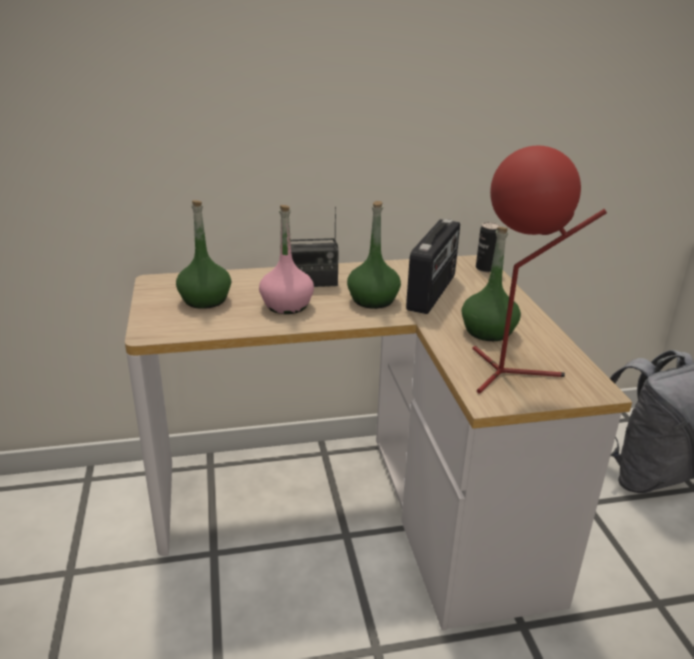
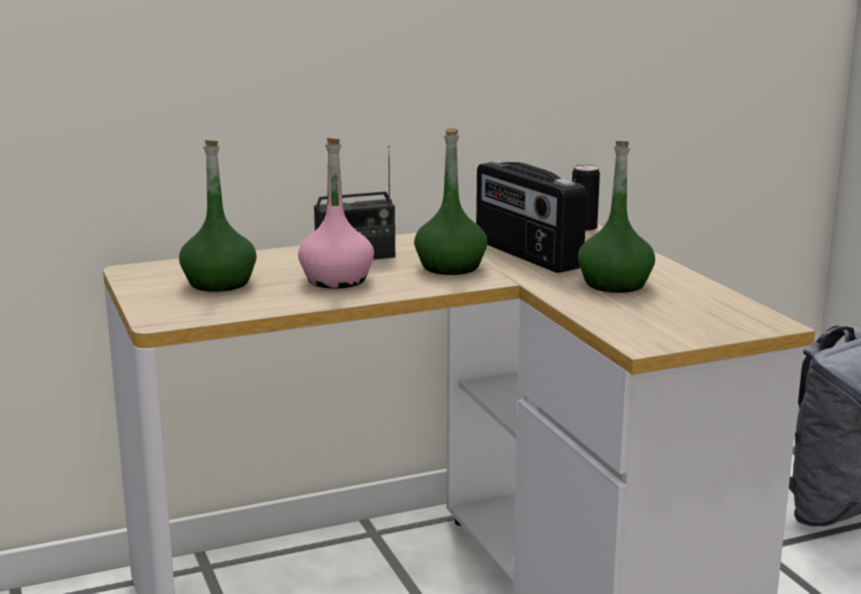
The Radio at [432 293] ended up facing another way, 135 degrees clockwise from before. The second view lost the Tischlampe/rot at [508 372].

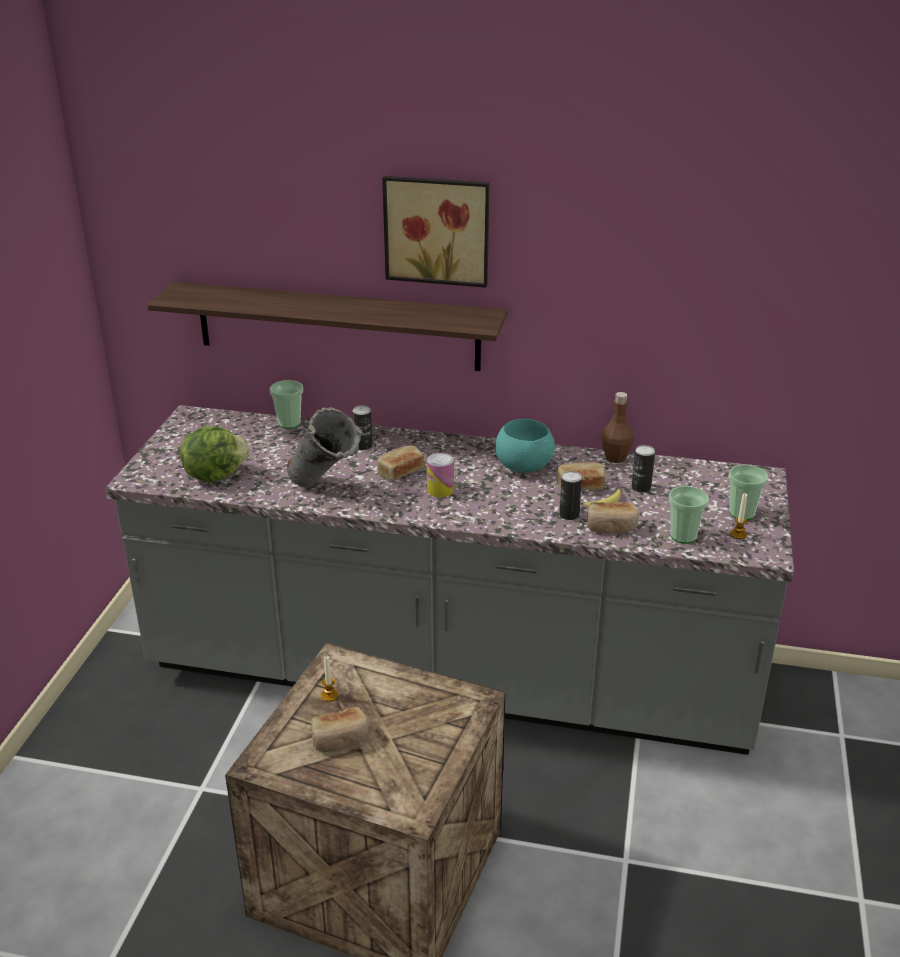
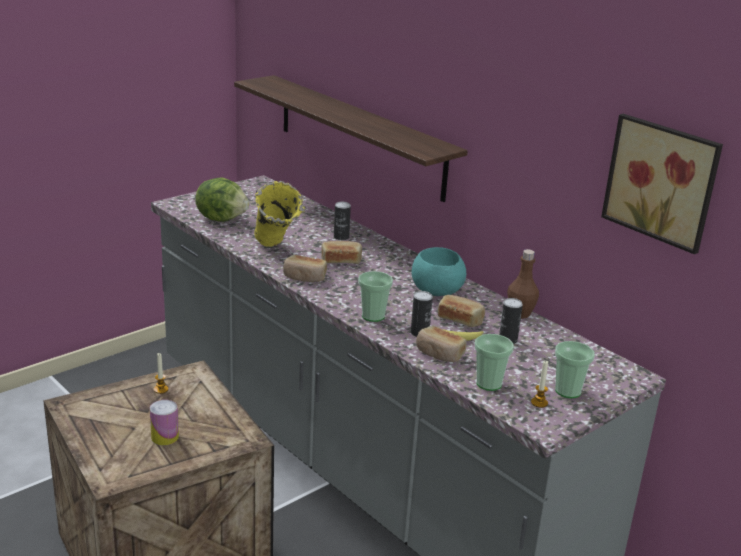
The Tasse ended up elsewhere, having gone from [289 423] to [373 316]. What was the Vase/grau at [326 490] turned into the Vase/gelb at [275 252]. The Brot ended up elsewhere, having gone from [340 739] to [305 277]. The Bild ended up elsewhere, having gone from [437 229] to [663 181]. The Dose ended up elsewhere, having gone from [440 490] to [165 437].

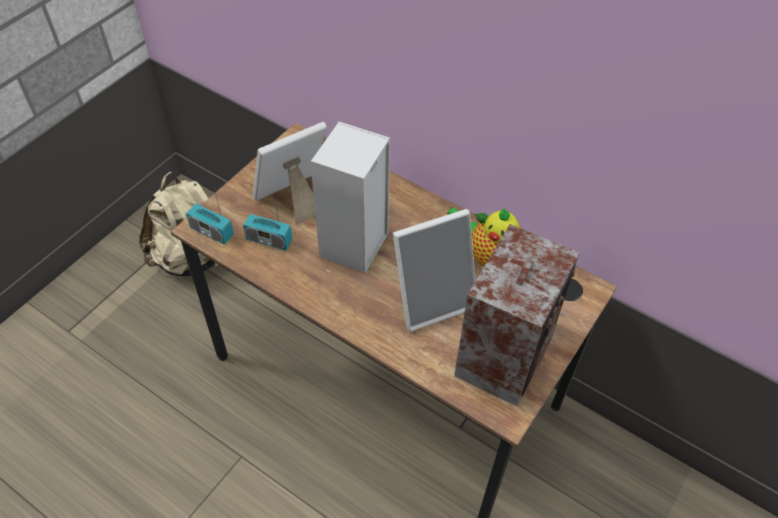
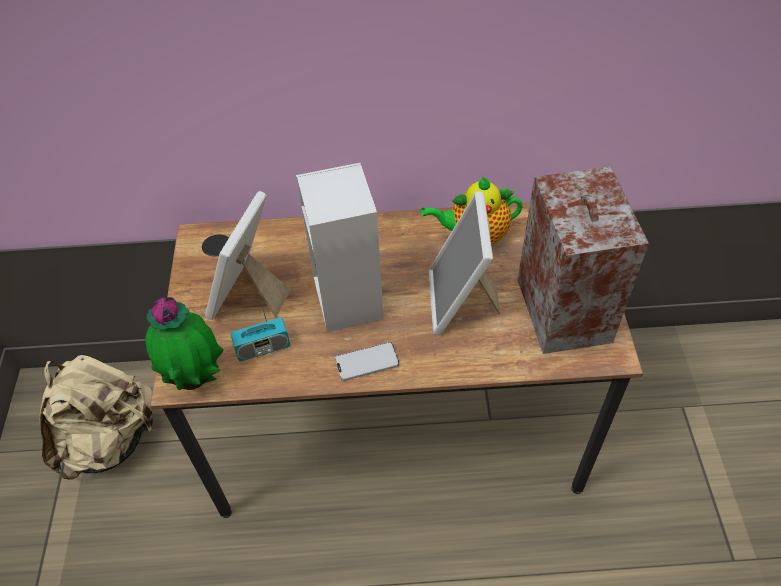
Where the Radio stood at [212 232], the Topfpflanze came to stand at [196 377]. The Bilderrahmen at [432 299] ended up facing another way, 150 degrees clockwise from before. The second view gained the Handy at [367 362].

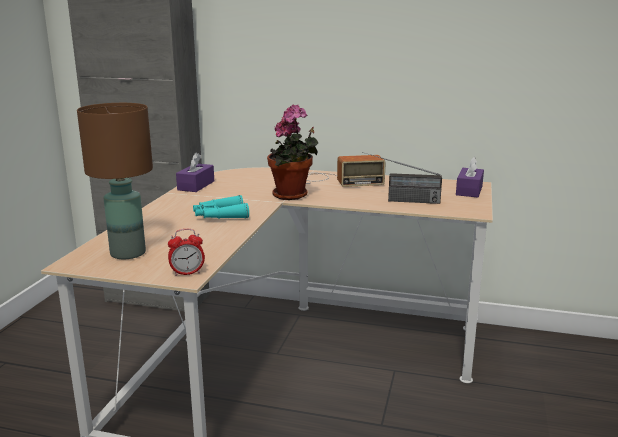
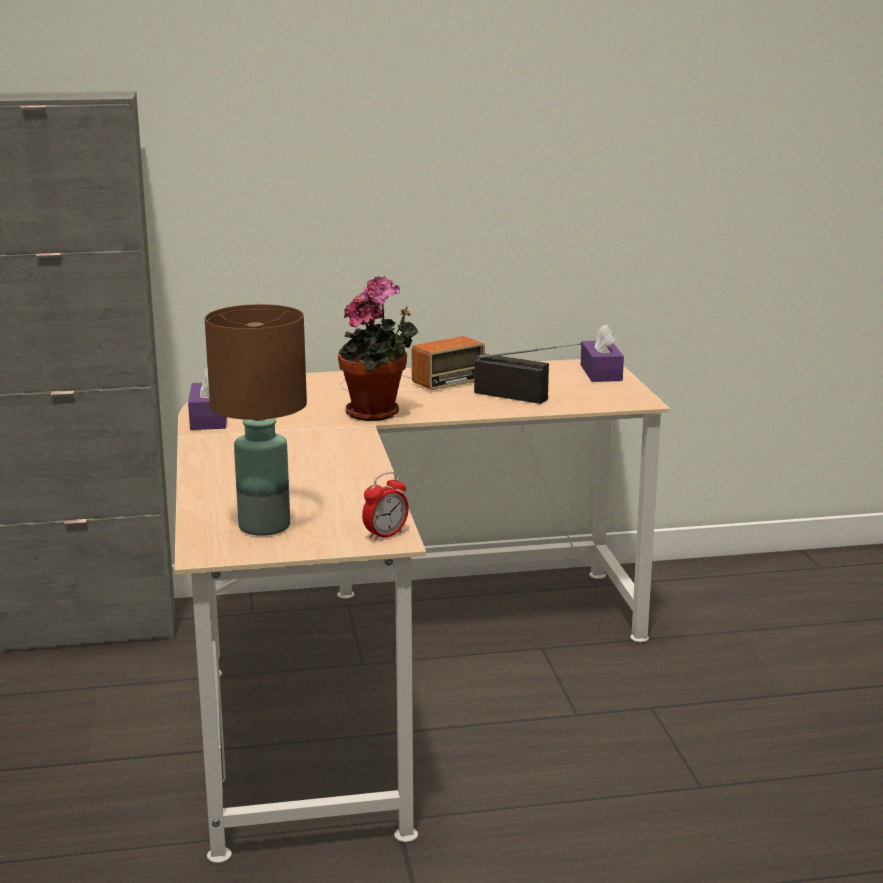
The second view lost the Fernglas/türkis at [220 216]. The Radio at [399 200] ended up facing another way, 135 degrees counterclockwise from before.

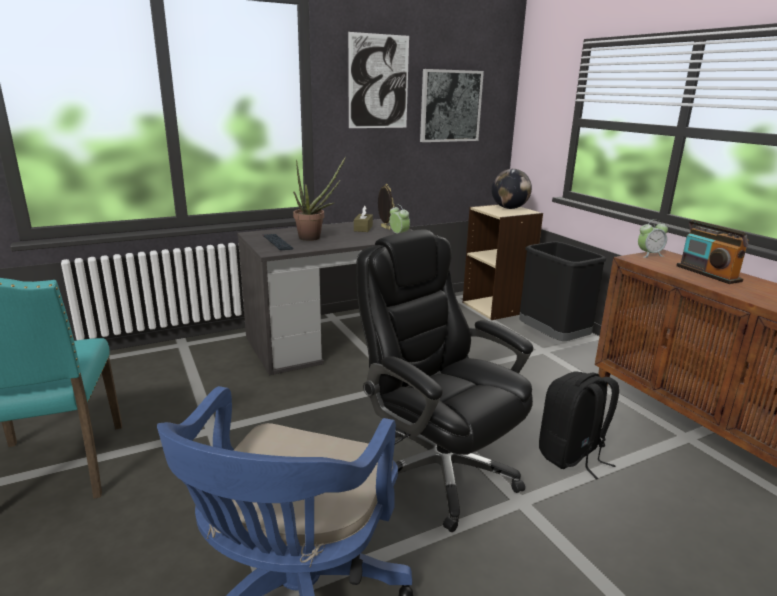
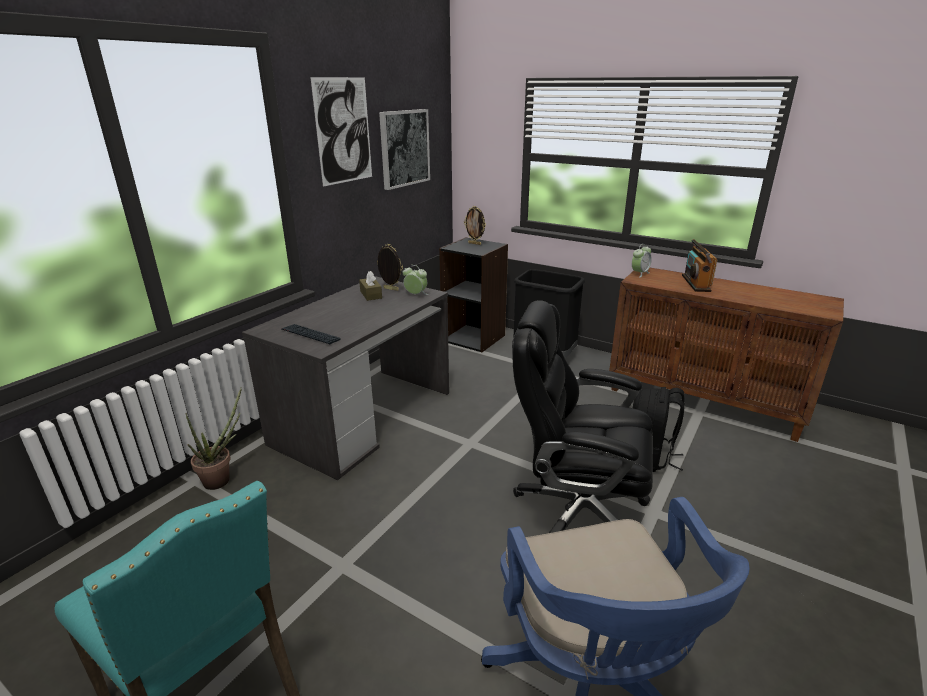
The Topfpflanze ended up elsewhere, having gone from [314 237] to [222 479]. What was the Bücherregal/beige at [496 307] turned into the Bücherregal/schwarz at [474 338]. Where the Globus stood at [509 208], the Bilderrahmen came to stand at [475 243]. The Radio at [708 273] ended up facing another way, 60 degrees clockwise from before.

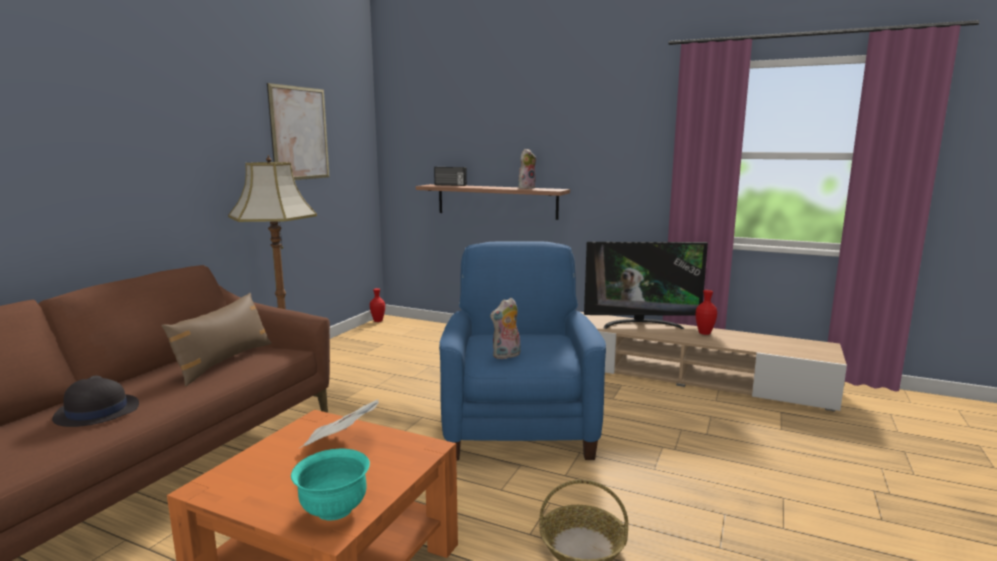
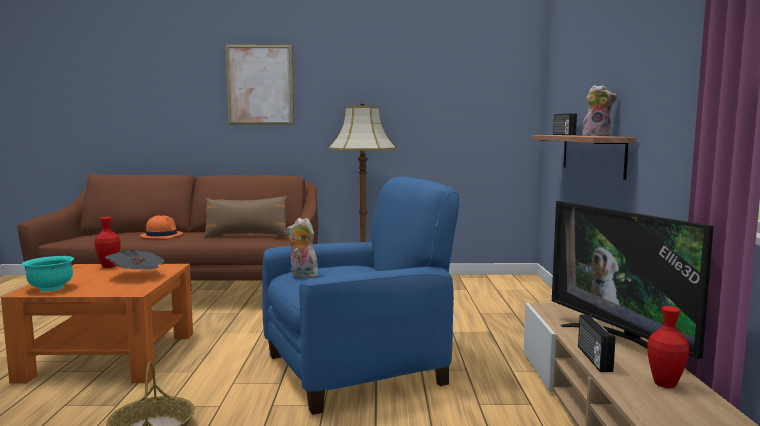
What was the Hut/schwarz at [96 412] turned into the Hut/orange at [161 235]. The Bild ended up elsewhere, having gone from [299 133] to [260 85]. The Vase/rot ended up elsewhere, having gone from [378 321] to [109 266]. The second view gained the Radio at [593 358].

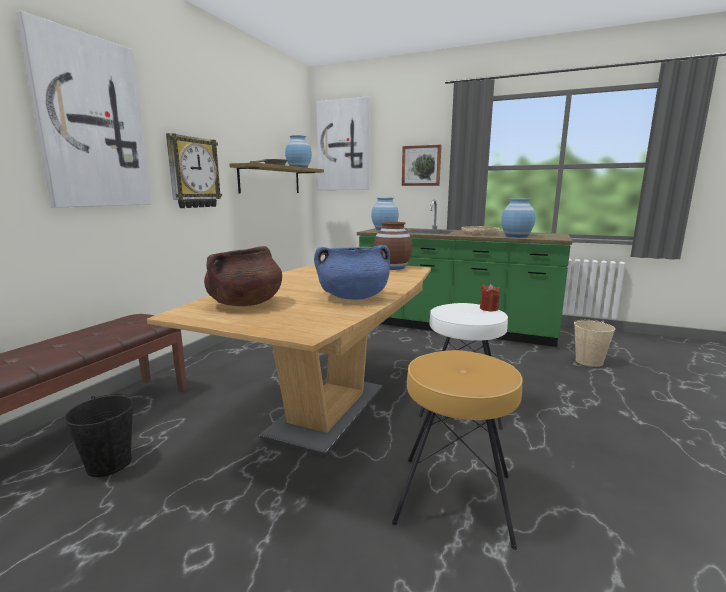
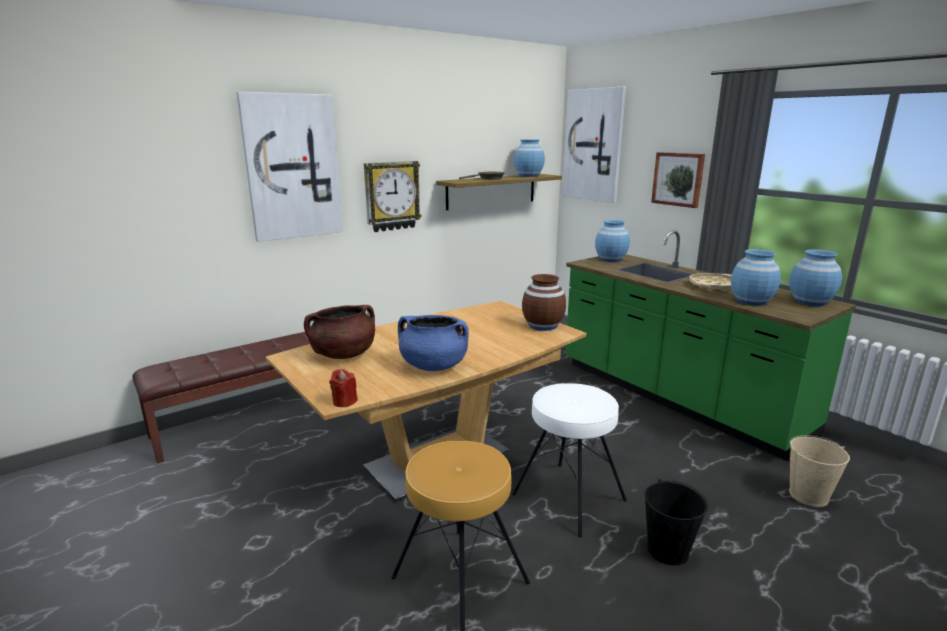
The Eimer/schwarz ended up elsewhere, having gone from [108 464] to [667 550]. The Kerze/rot ended up elsewhere, having gone from [488 309] to [344 401]. The second view gained the Vase/blau at [810 301].

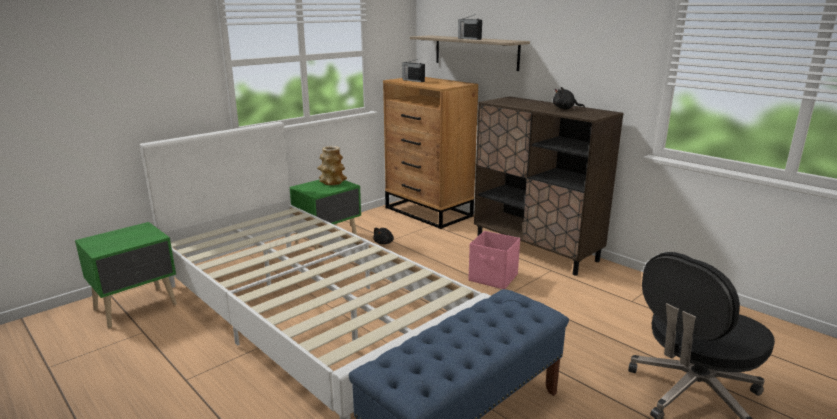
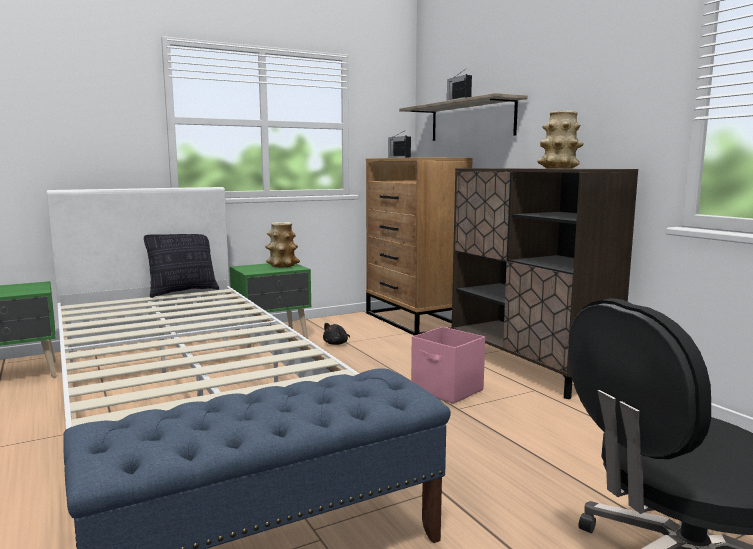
Where the Plüschtier/schwarz stood at [565 109], the Vase came to stand at [559 168]. The second view gained the Kissen at [183 292].

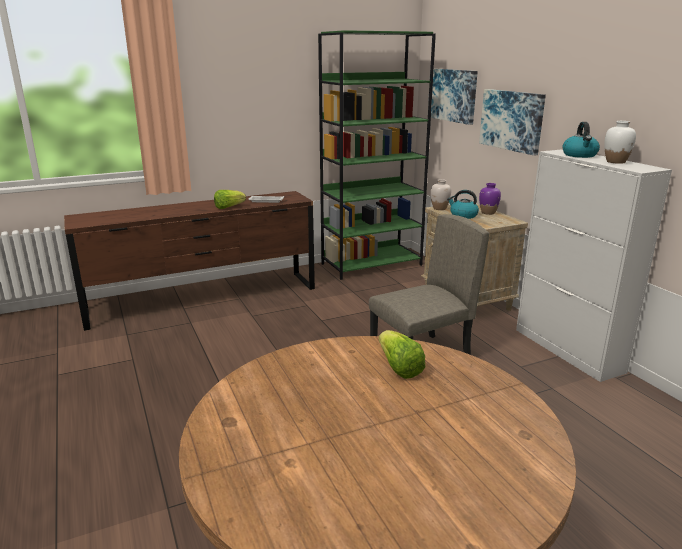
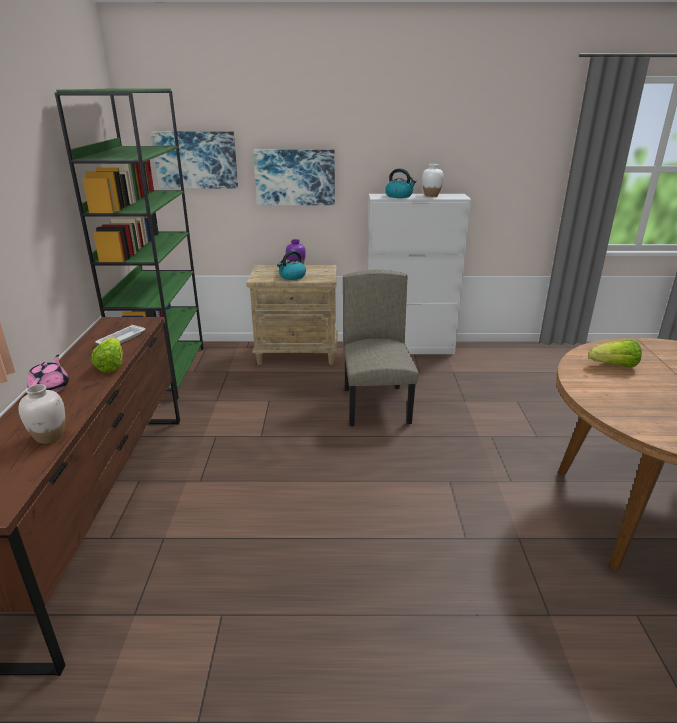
The Vase/weiß ended up elsewhere, having gone from [439 208] to [50 437]. The second view gained the Teekanne/rosa at [51 388].

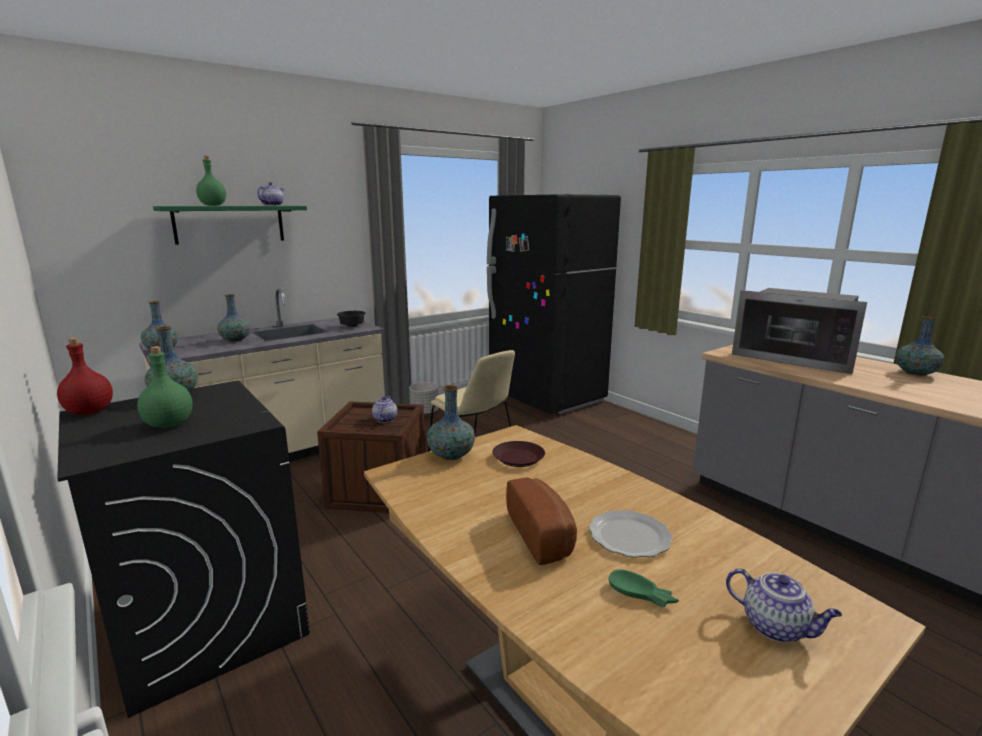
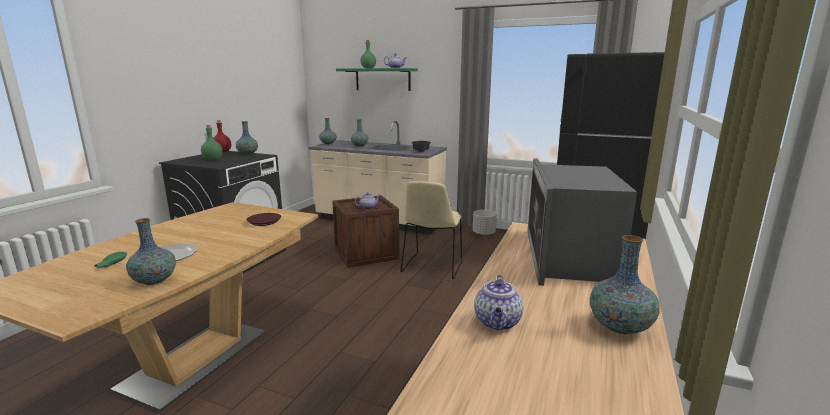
The Vase ended up elsewhere, having gone from [451 455] to [154 281]. The second view lost the Brot at [543 534]. The Teekanne ended up elsewhere, having gone from [776 627] to [498 323].

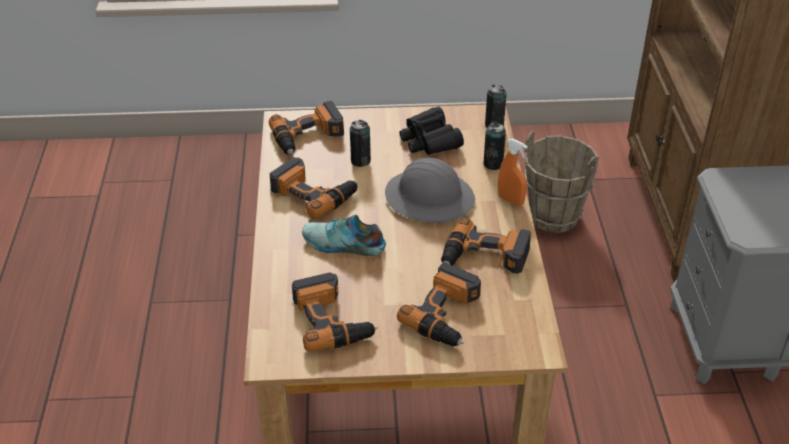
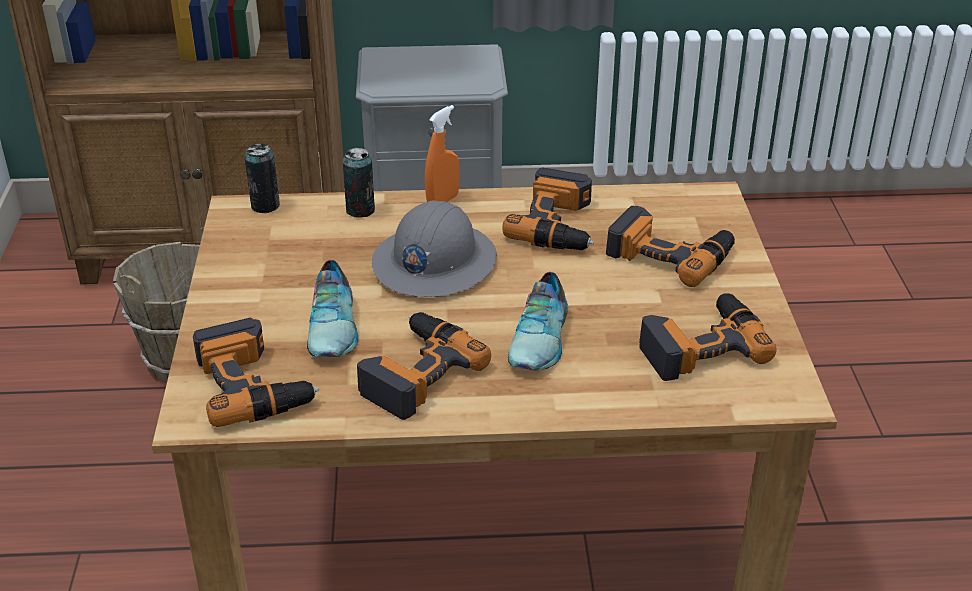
Where the Dose stood at [360 161], the Schuh came to stand at [334 326]. The second view lost the Fernglas/schwarz at [429 140].

